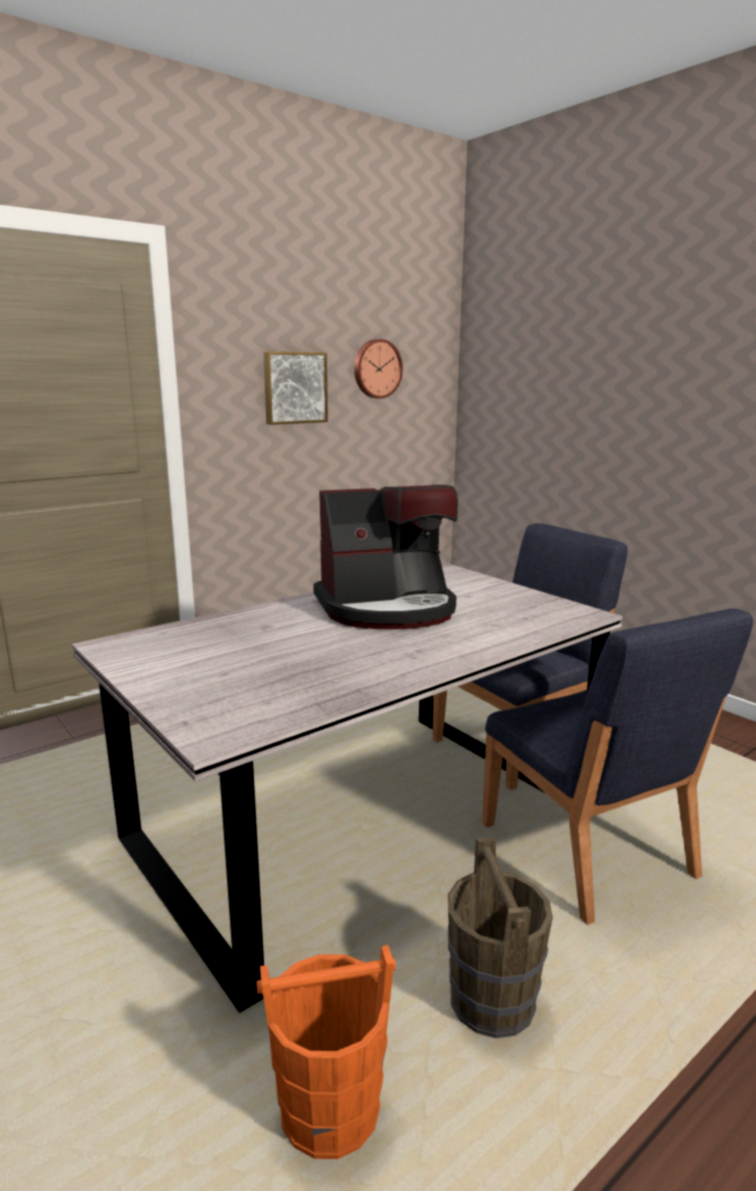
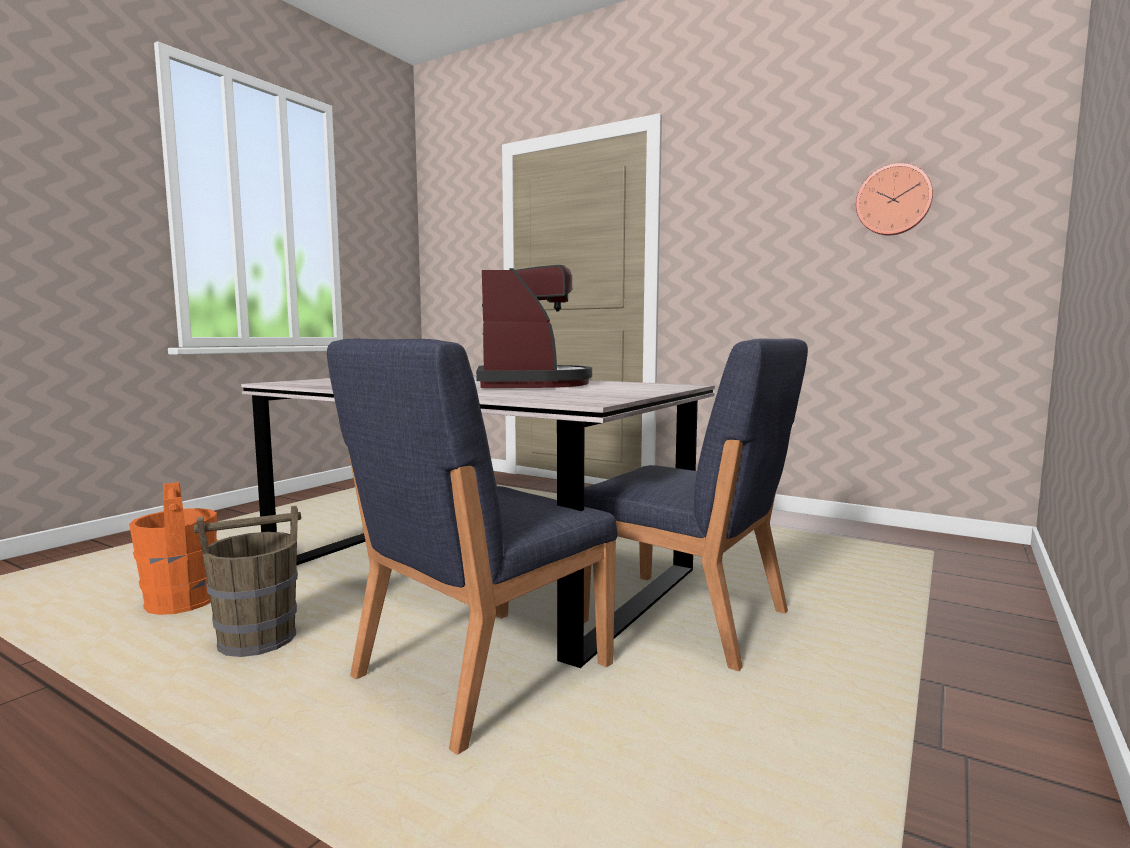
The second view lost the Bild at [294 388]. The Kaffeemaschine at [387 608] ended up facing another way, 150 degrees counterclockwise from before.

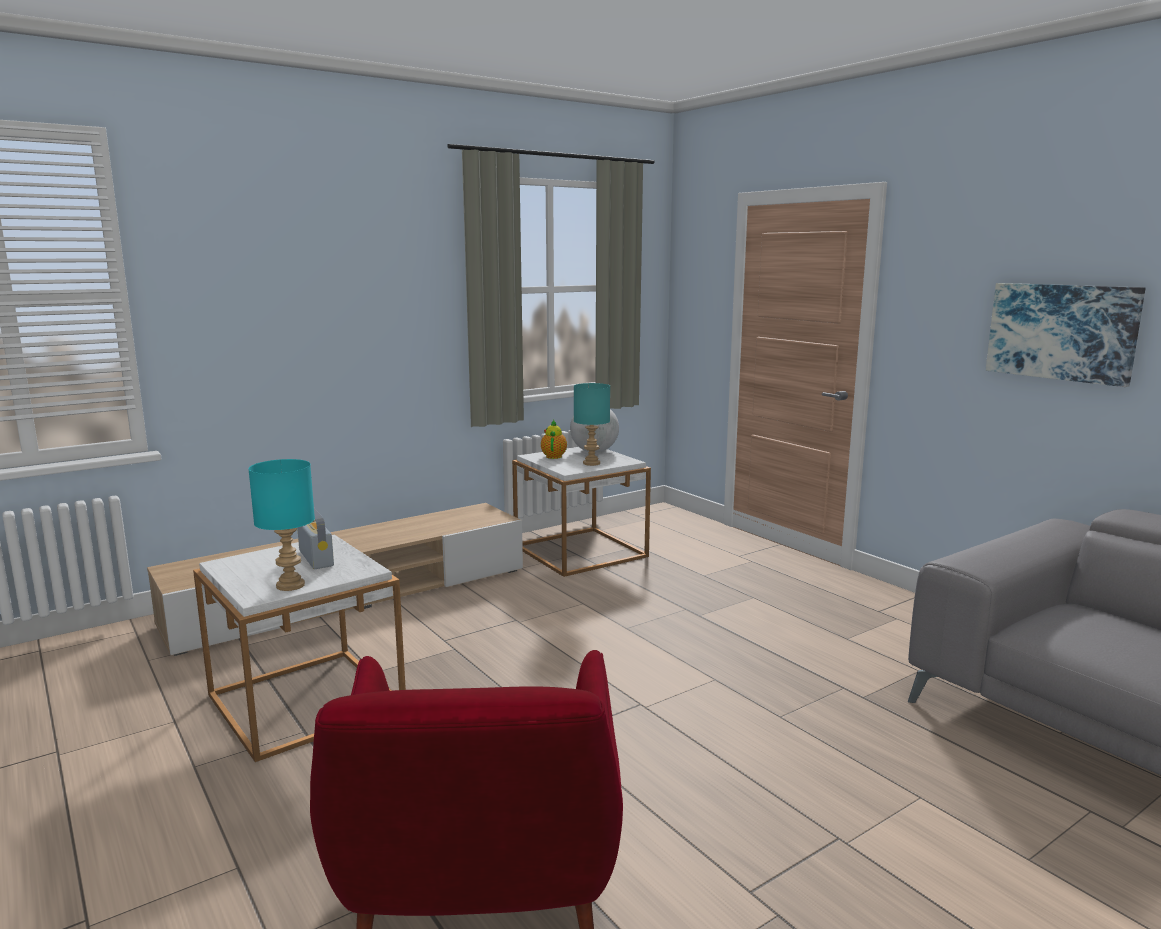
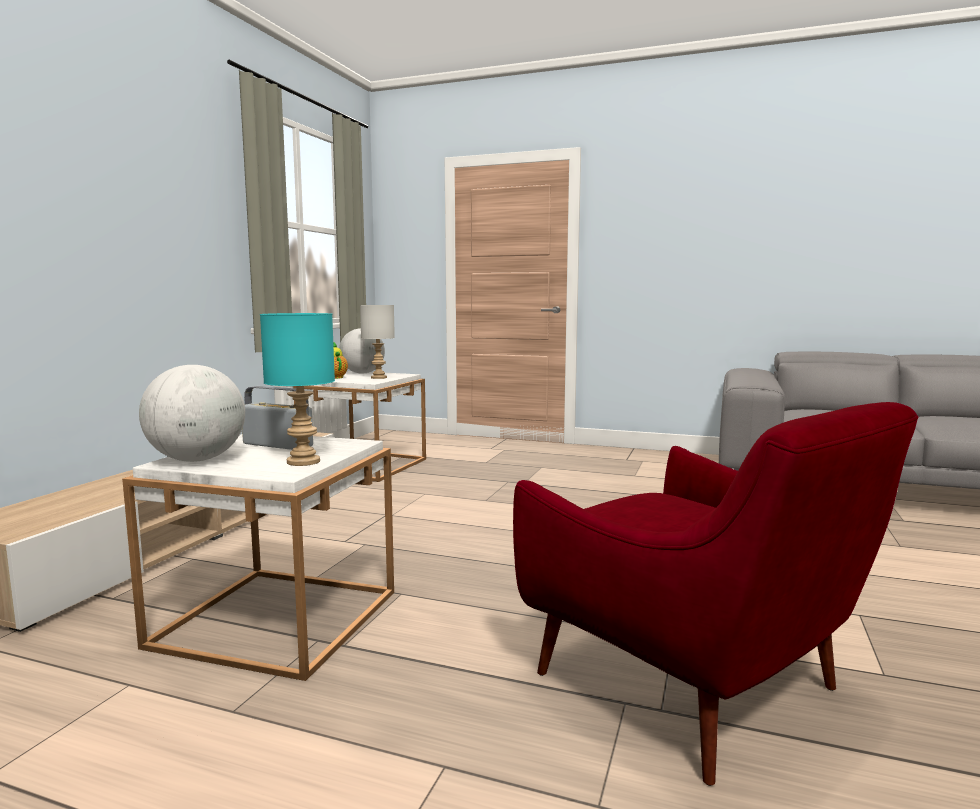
What was the Tischlampe/türkis at [591 463] turned into the Tischlampe/grau at [379 378]. The second view lost the Bild at [1062 332]. The second view gained the Globus at [197 460].

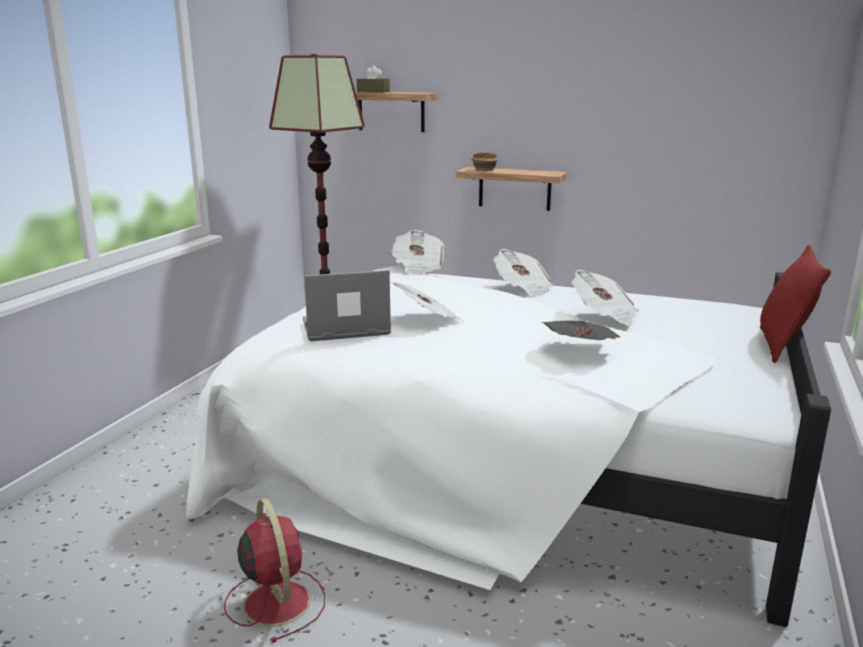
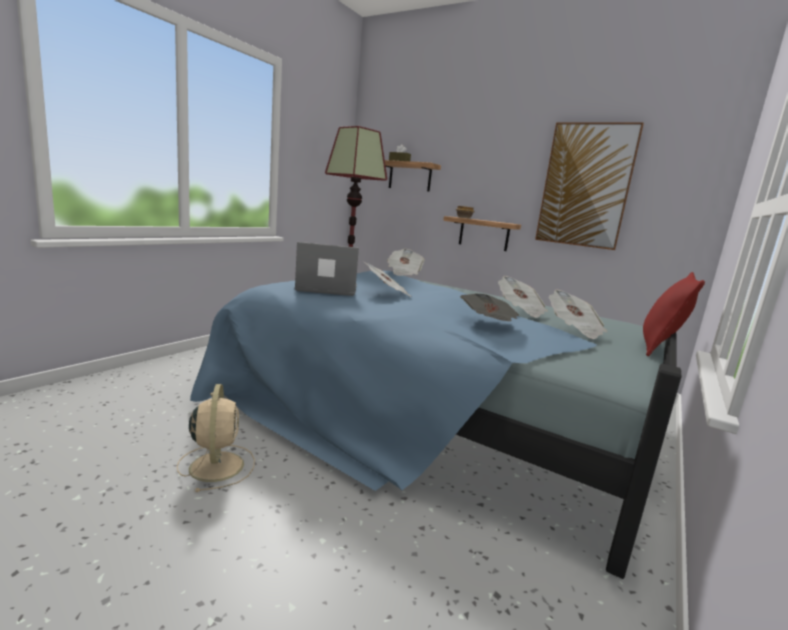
What was the Bett/weiß at [509 461] turned into the Bett/blau at [435 411]. What was the Ventilator/rot at [276 601] turned into the Ventilator/beige at [217 465]. The Zeitung ended up elsewhere, having gone from [523 288] to [574 329]. The second view gained the Bild at [585 185].

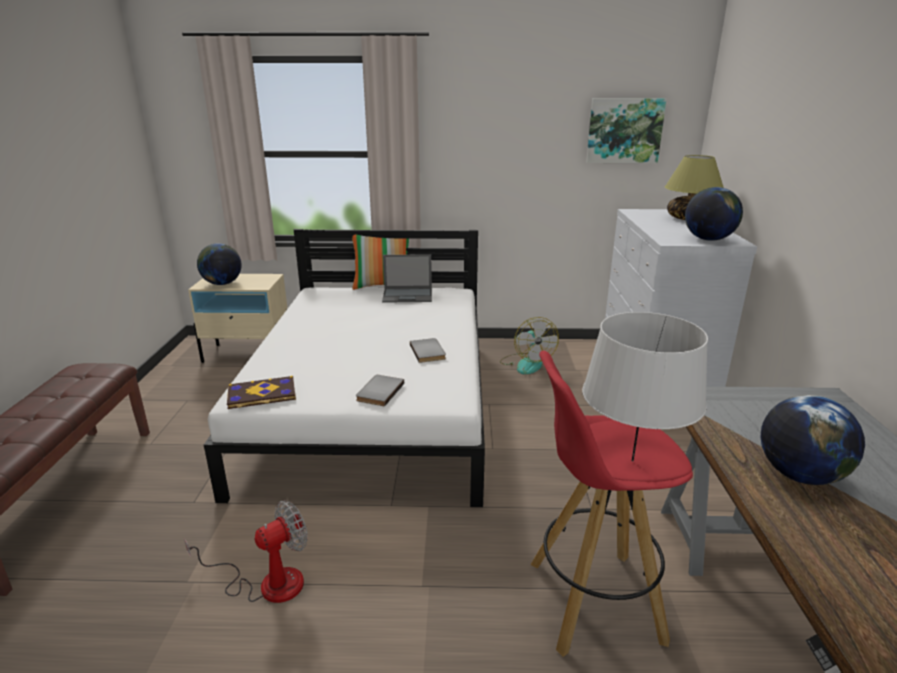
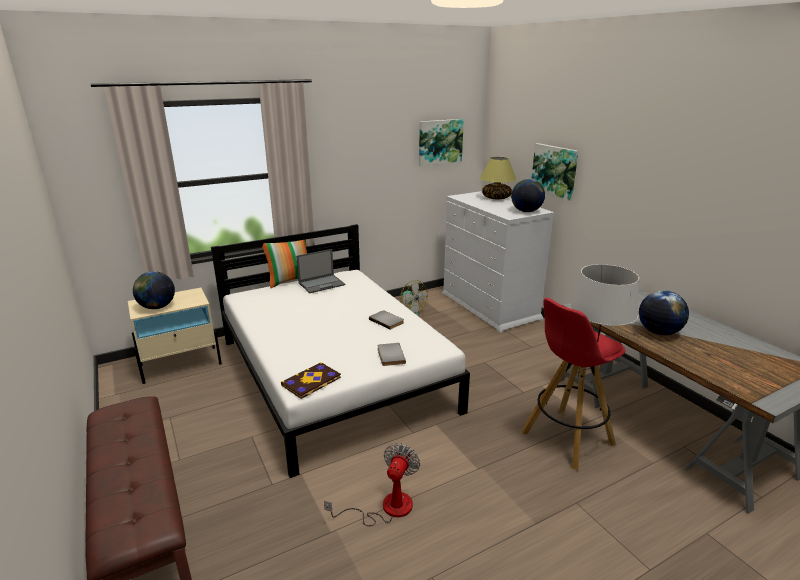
The second view gained the Bild at [554 171].

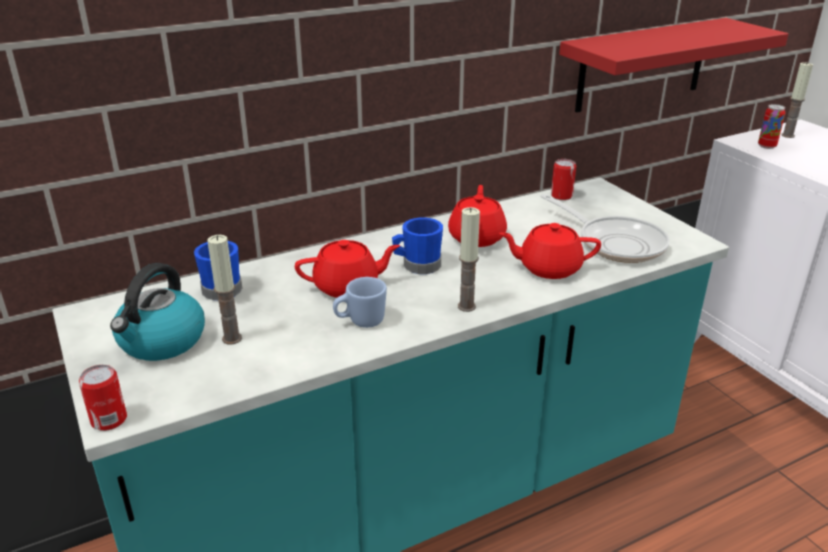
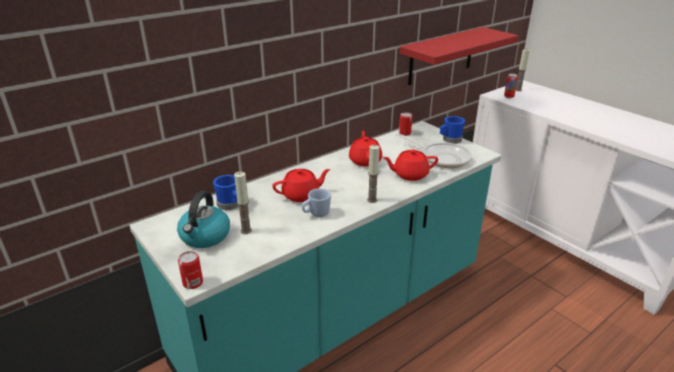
The Henkelbecher/blau ended up elsewhere, having gone from [417 265] to [450 140].

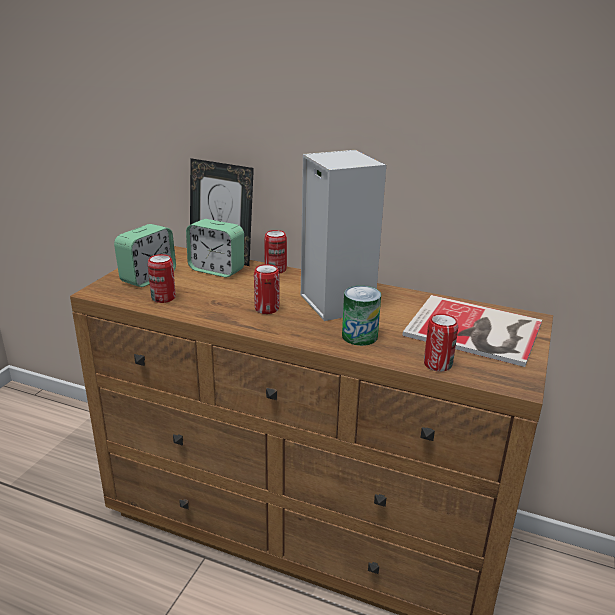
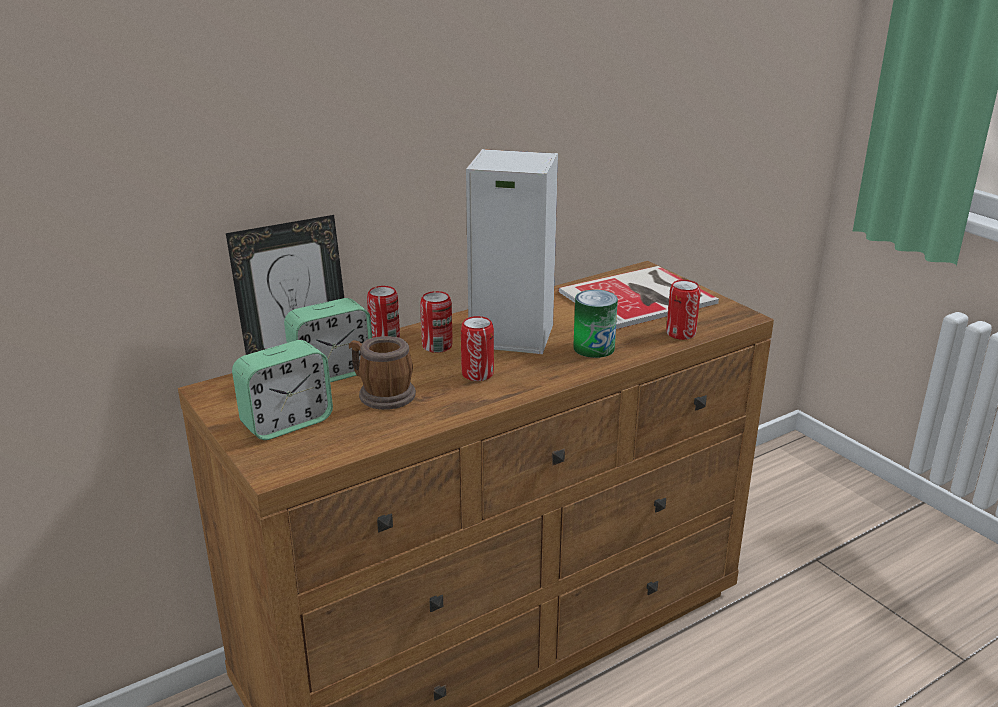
The Wecker at [148 278] ended up facing another way, 75 degrees clockwise from before. The Dose ended up elsewhere, having gone from [163 298] to [437 346]. The second view gained the Henkelbecher at [381 394].

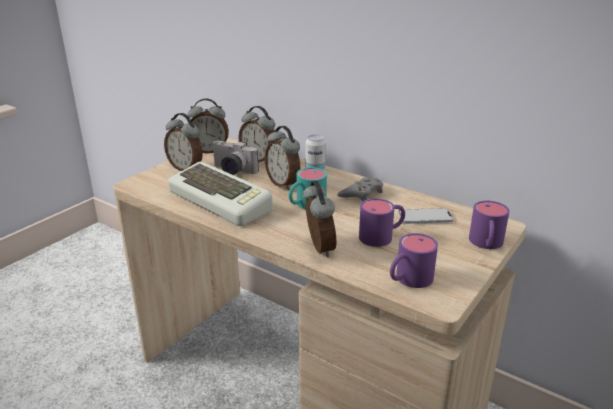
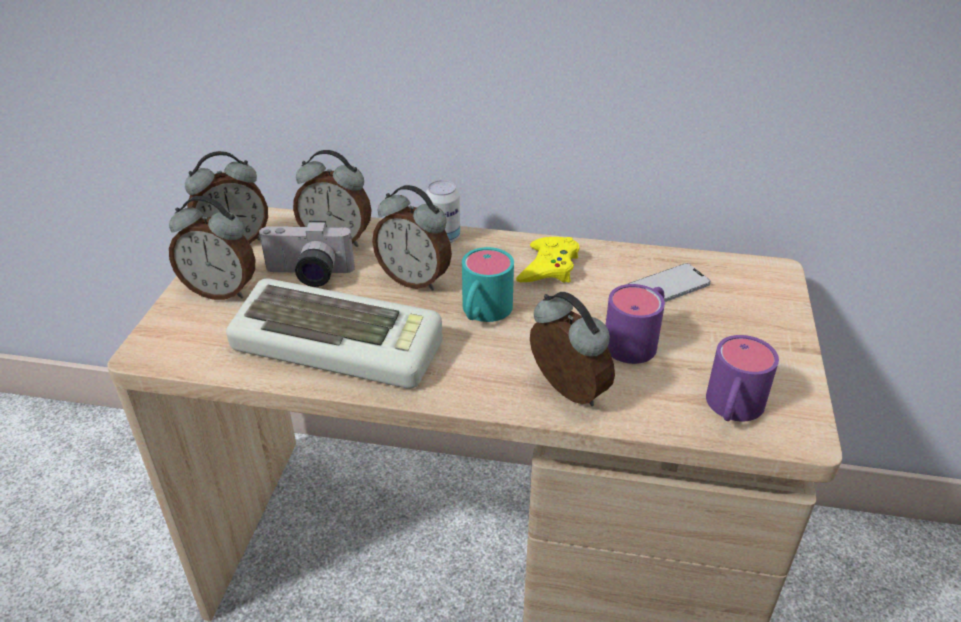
What was the Gamepad/grau at [362 194] turned into the Gamepad/gelb at [549 267]. The second view lost the Henkelbecher/lila at [486 244].

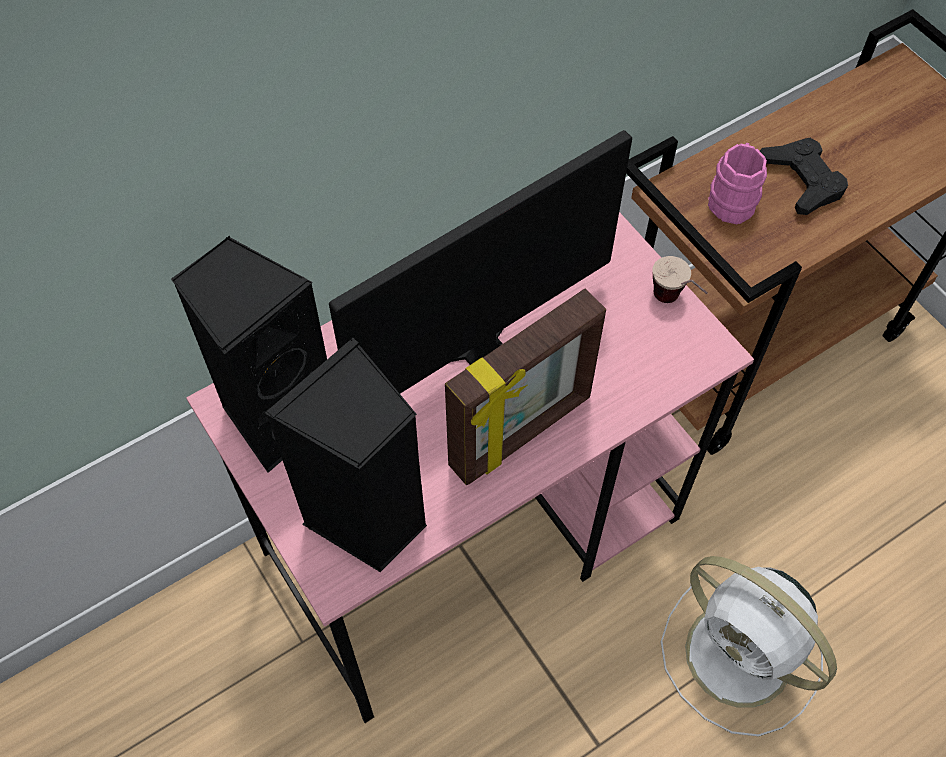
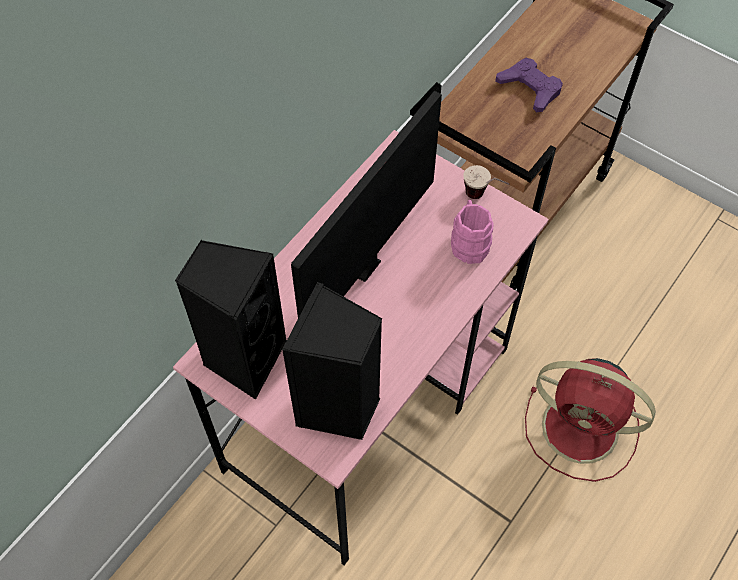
The second view lost the Bilderrahmen at [522 433]. What was the Ventilator/weiß at [742 658] turned into the Ventilator/rot at [583 429]. The Henkelbecher/rosa ended up elsewhere, having gone from [732 198] to [469 242]. What was the Gamepad/schwarz at [802 180] turned into the Gamepad/lila at [530 88].

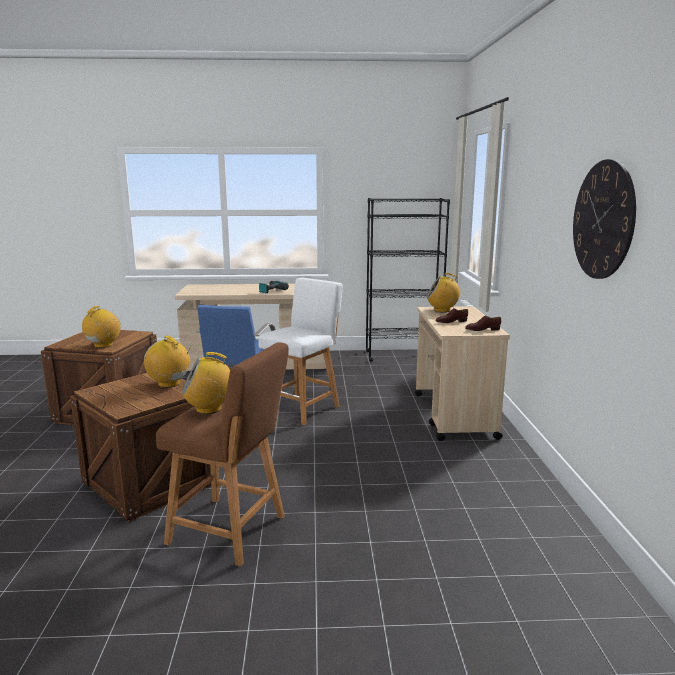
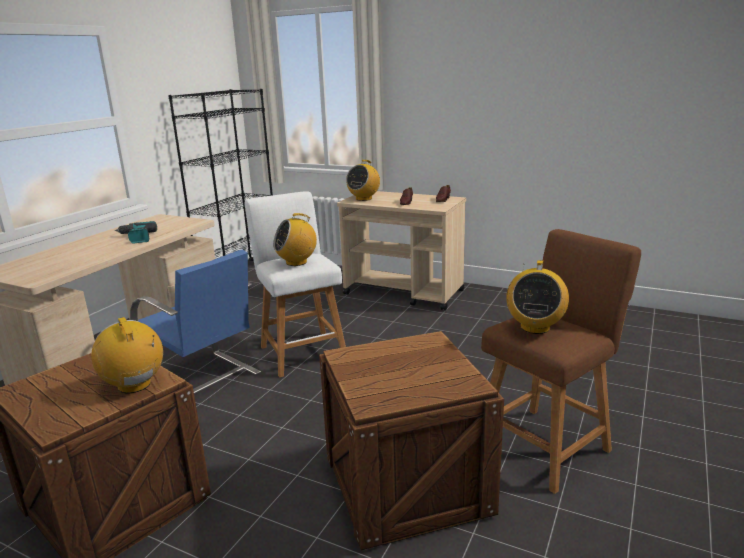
The Radio ended up elsewhere, having gone from [169 384] to [297 262]. The second view lost the Wanduhr at [603 220].

